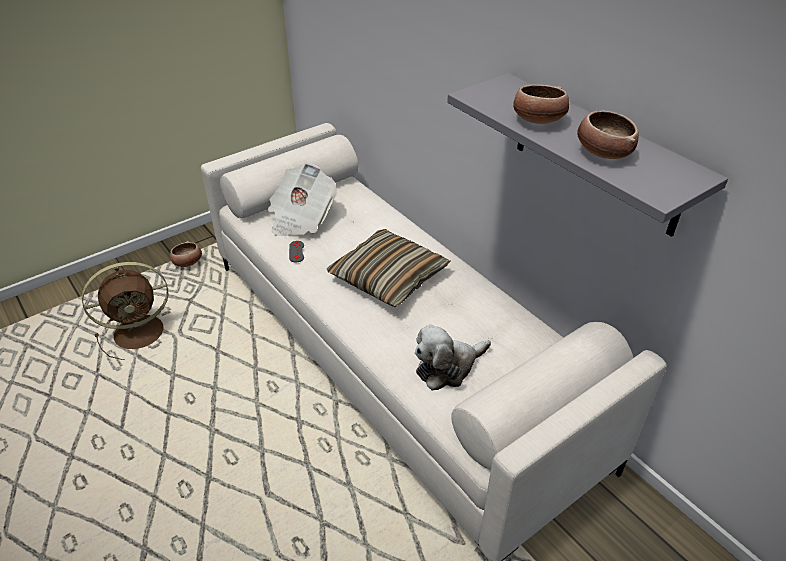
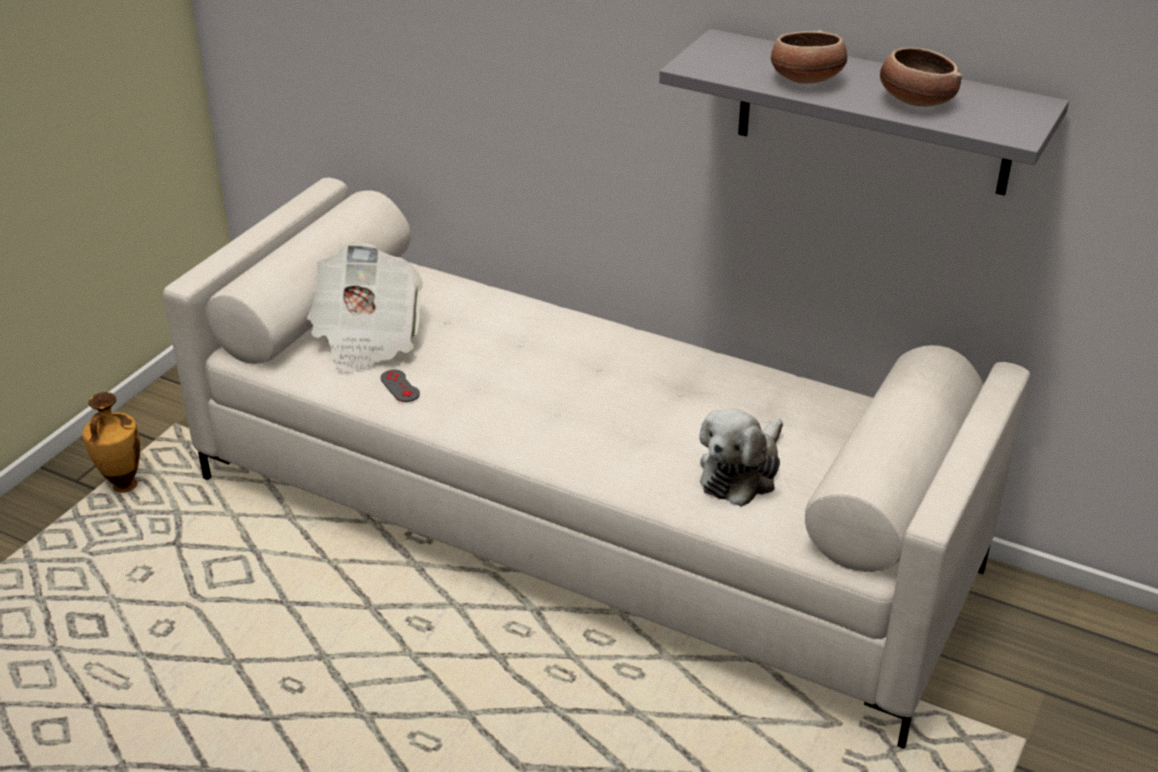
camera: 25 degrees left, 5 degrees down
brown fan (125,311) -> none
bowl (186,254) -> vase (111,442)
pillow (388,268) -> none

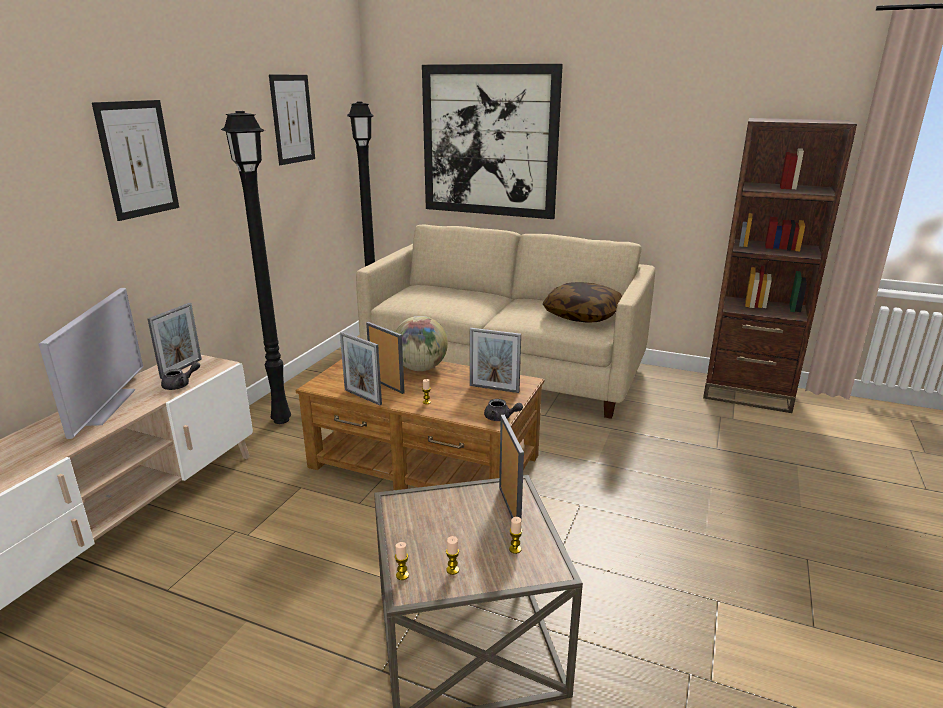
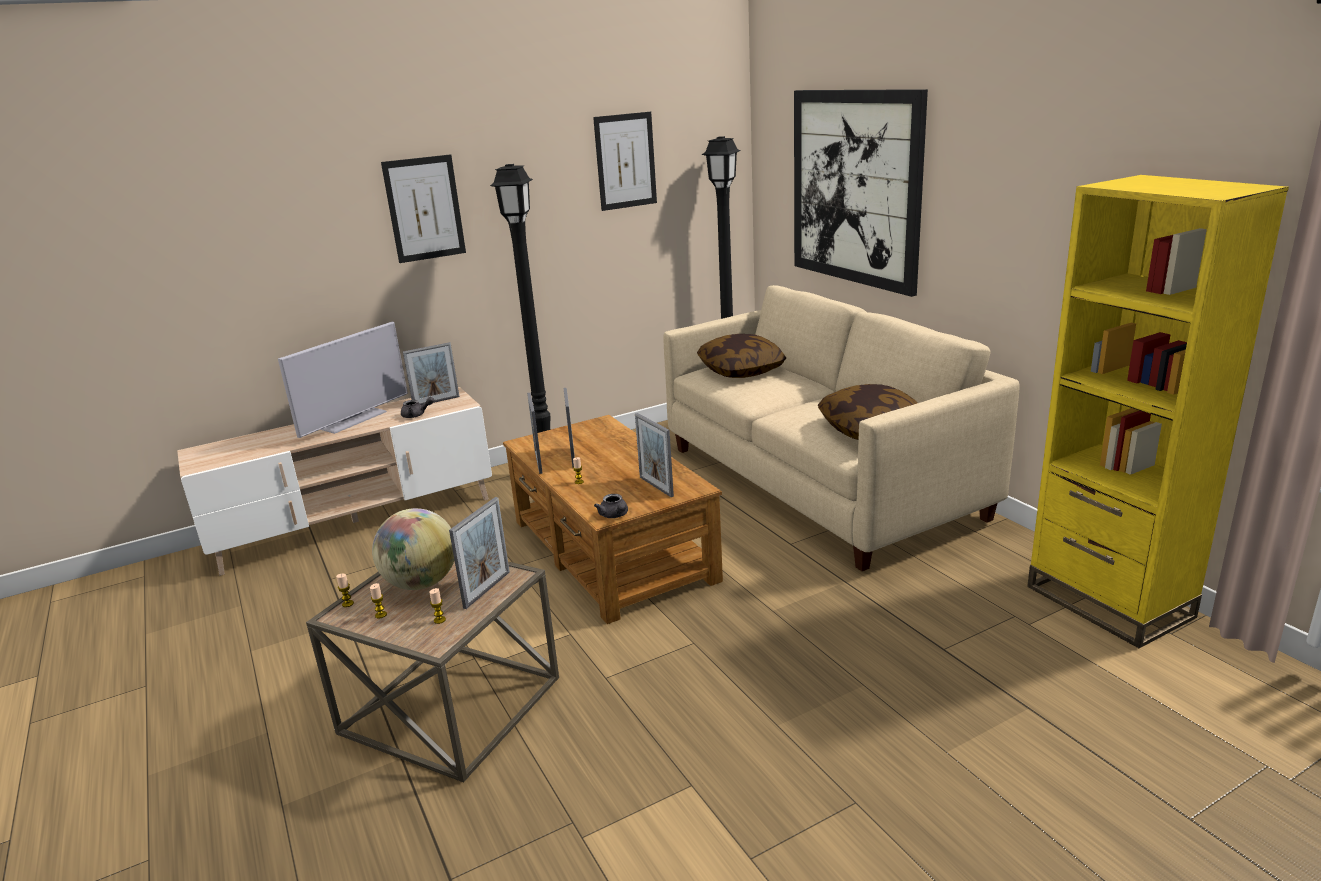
camera: 40 degrees right, 0 degrees up
globe (421,343) -> globe (413,549), move
brown bookcase (780,265) -> yellow bookcase (1158,411)
none -> pillow (741,356)

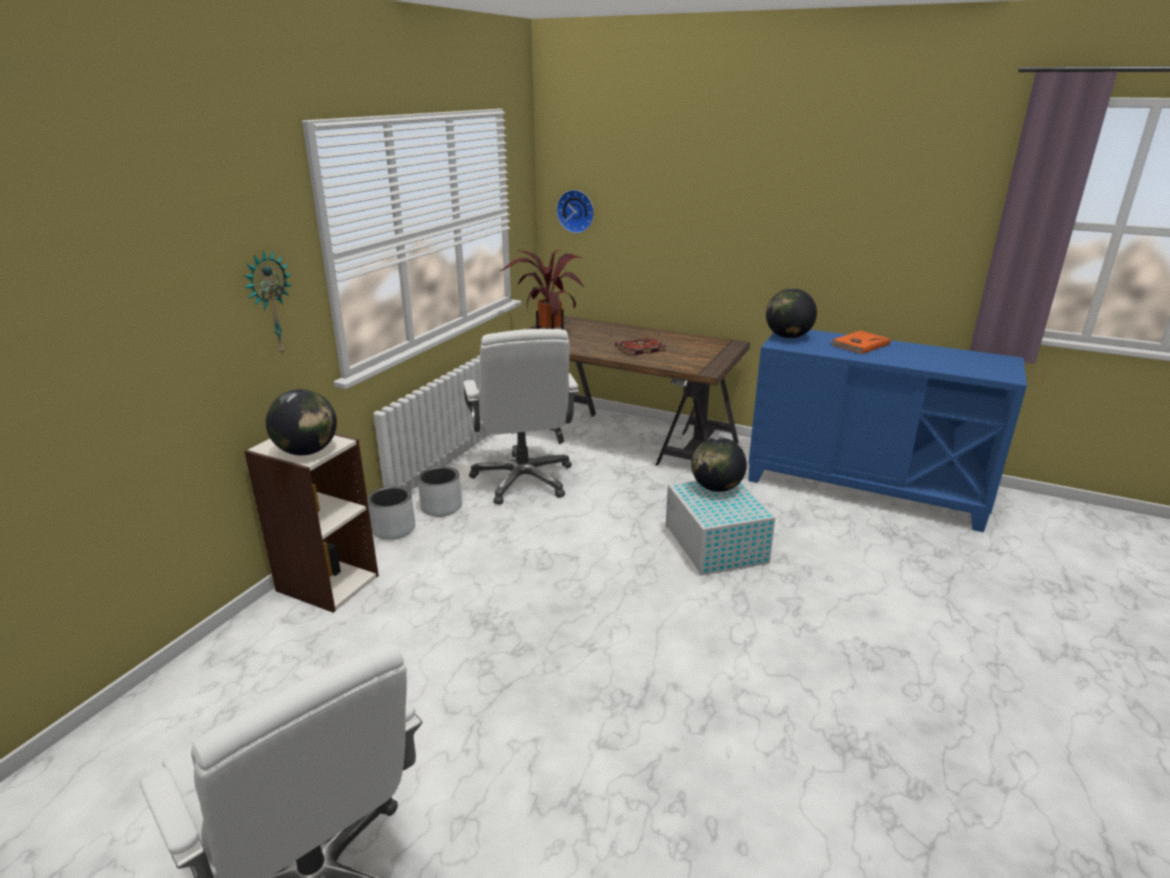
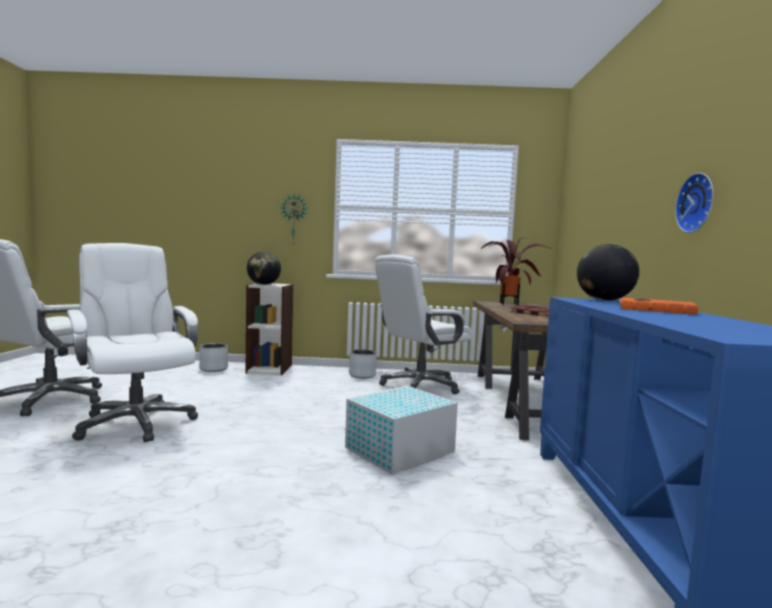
camera: 65 degrees right, 20 degrees down
grey planter (391,513) -> grey planter (213,357), move
wall clock (575,211) -> wall clock (694,203), move
globe (719,464) -> none
none -> white office chair (132,342)

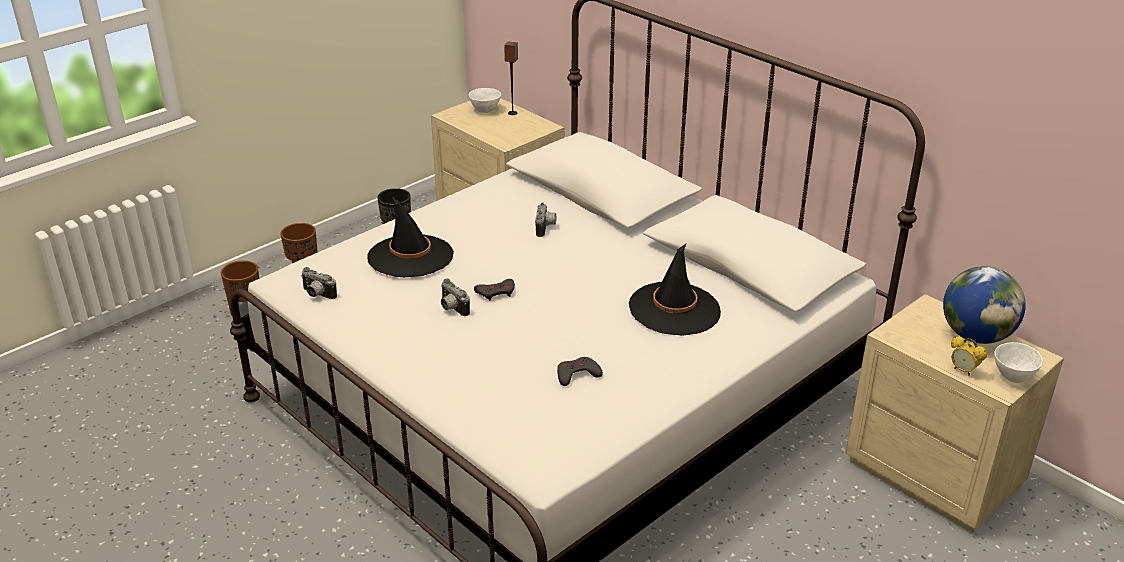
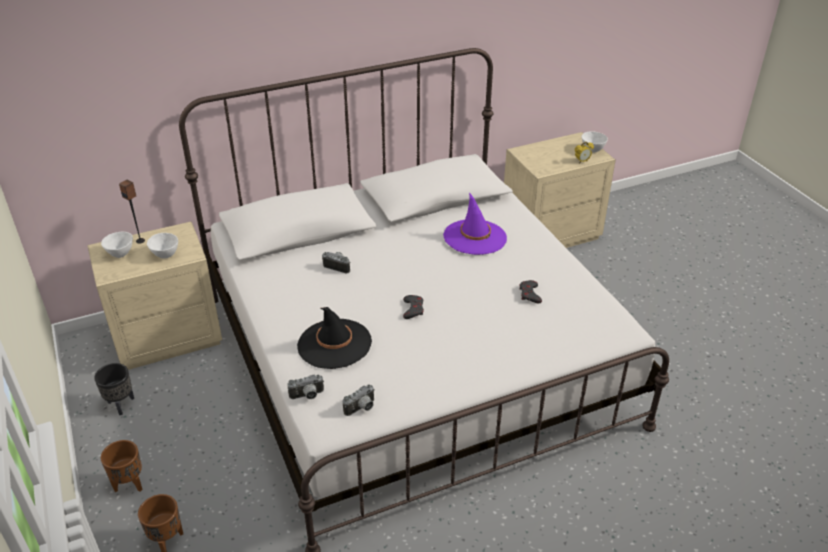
camera: 70 degrees left, 5 degrees up
photo camera (455,297) -> photo camera (305,387), move
black hat (675,289) -> purple hat (475,223)
globe (984,305) -> none
none -> white bowl (162,246)

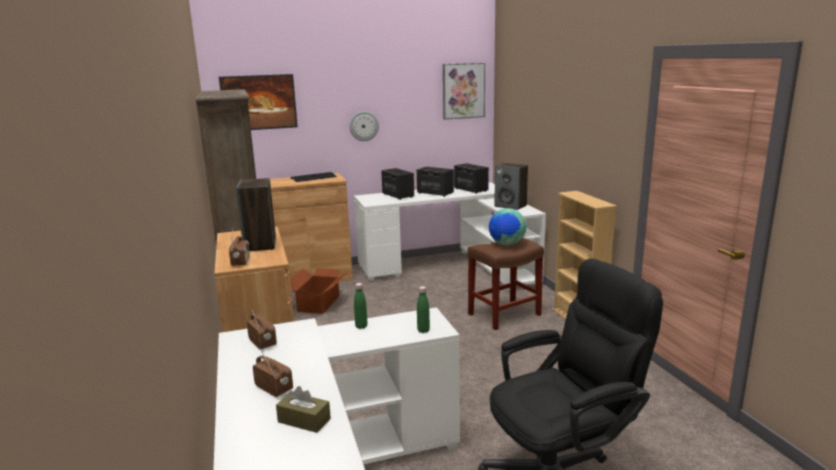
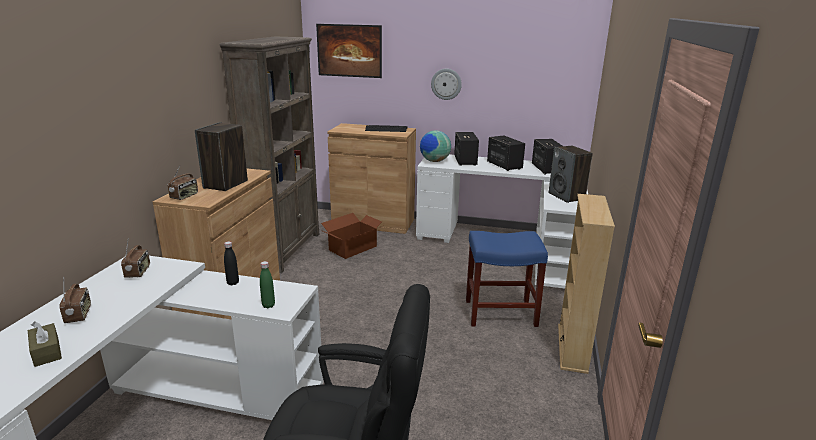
camera: 30 degrees right, 5 degrees up
green bottle (360,306) -> black bottle (231,263)
picture (464,91) -> none
brown stool (505,284) -> blue stool (507,279)
globe (507,226) -> globe (435,146), move

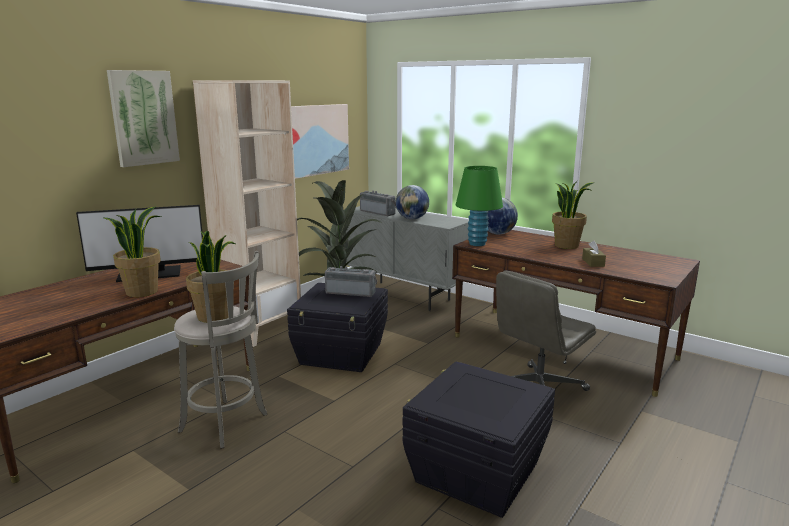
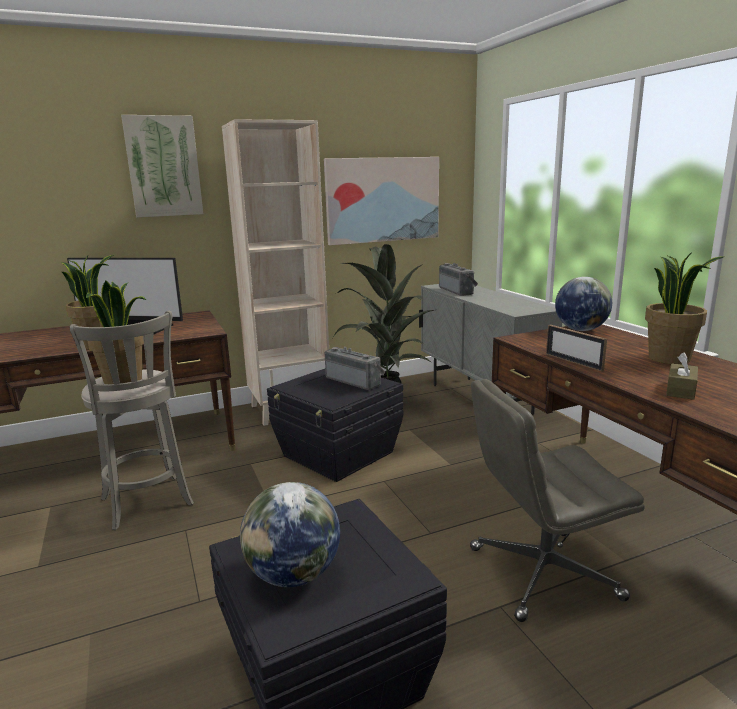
camera: 30 degrees right, 0 degrees up
globe (412,202) -> globe (290,534), move
green table lamp (479,206) -> none
none -> picture frame (576,348)

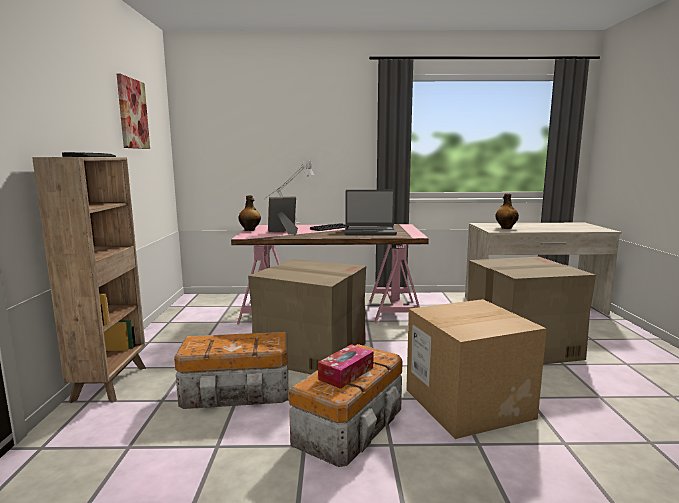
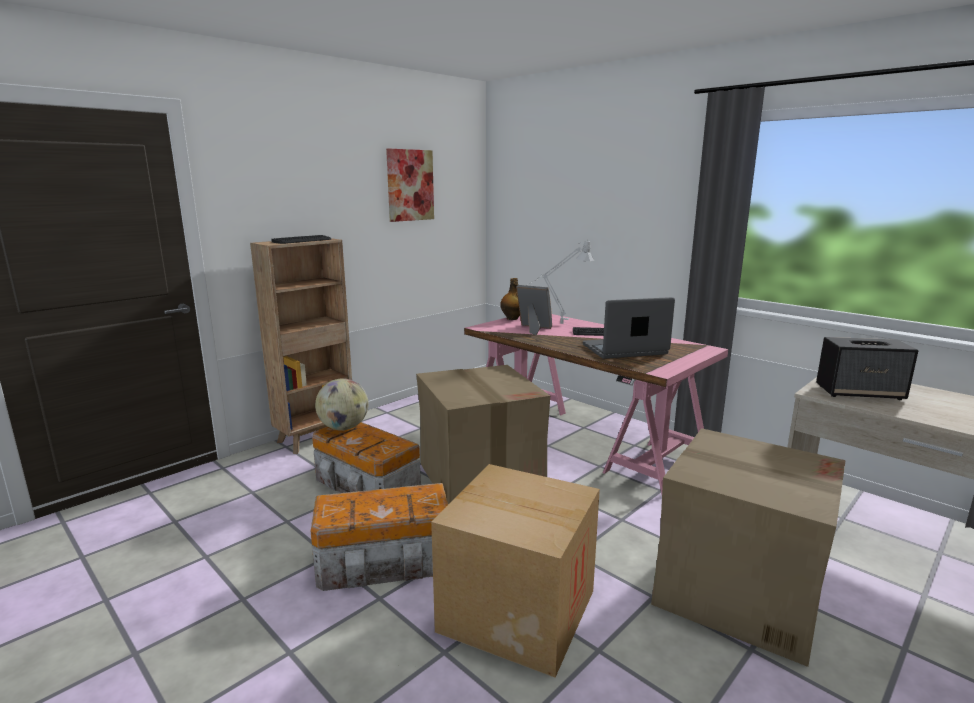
camera: 45 degrees right, 5 degrees up
tissue box (345,366) -> none
laptop (370,212) -> laptop (629,328), 120 degrees clockwise
bottle (507,211) -> speaker (867,368)
none -> globe (342,404)

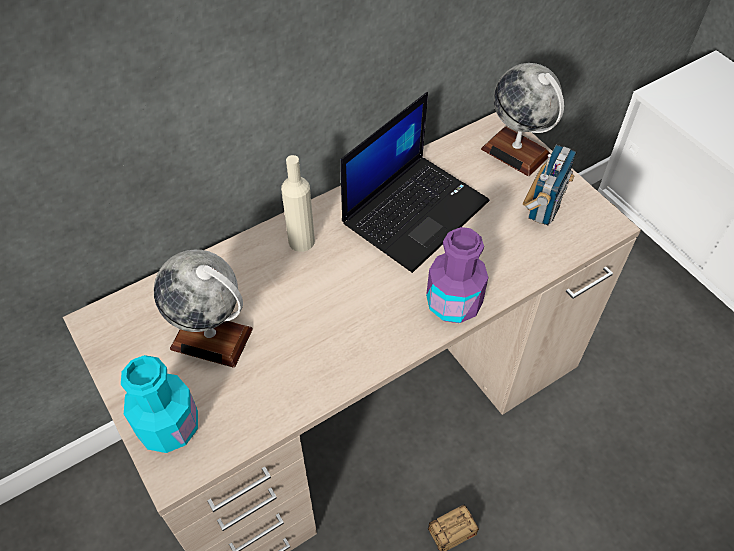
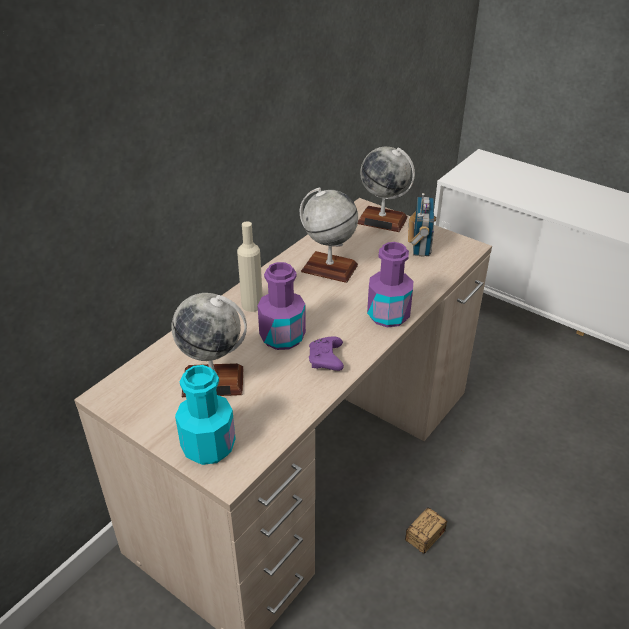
camera: 20 degrees left, 15 degrees down
laptop (414,182) -> globe (329,235)
none -> purple bottle (282,306)
none -> purple game controller (326,353)

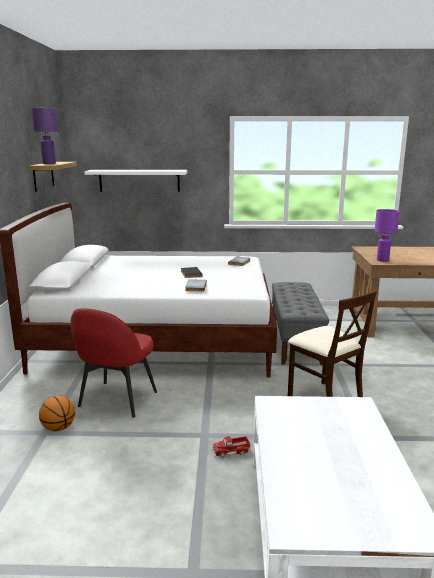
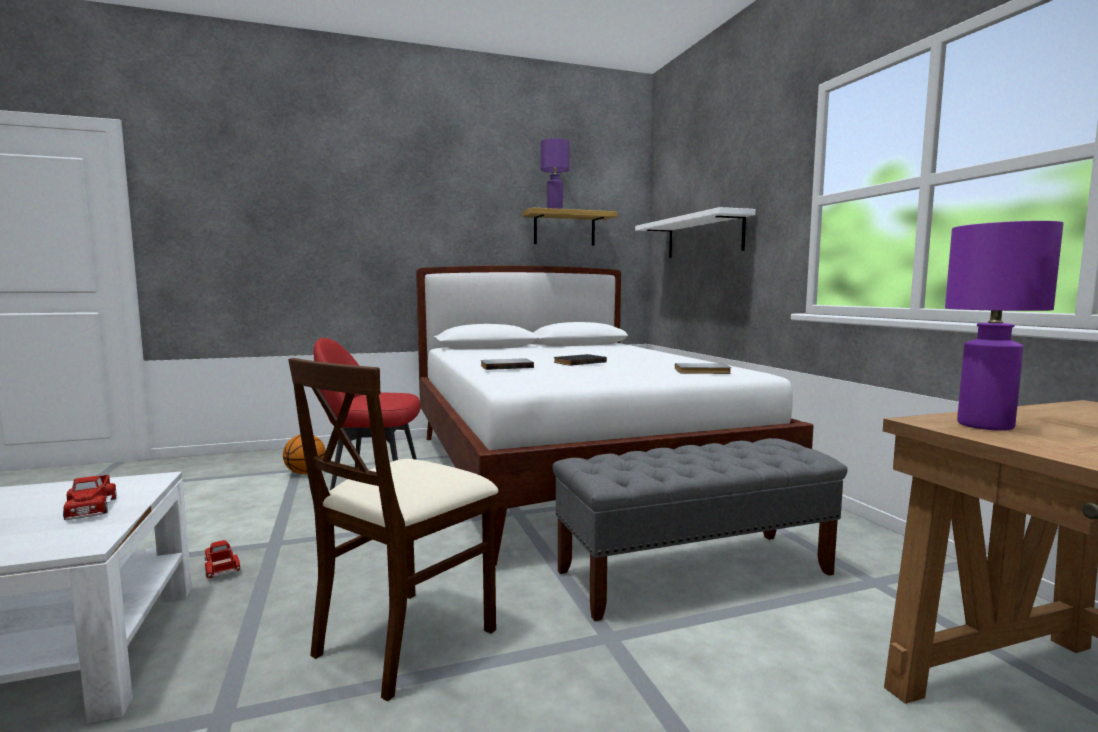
camera: 70 degrees right, 10 degrees down
none -> toy truck (90,497)

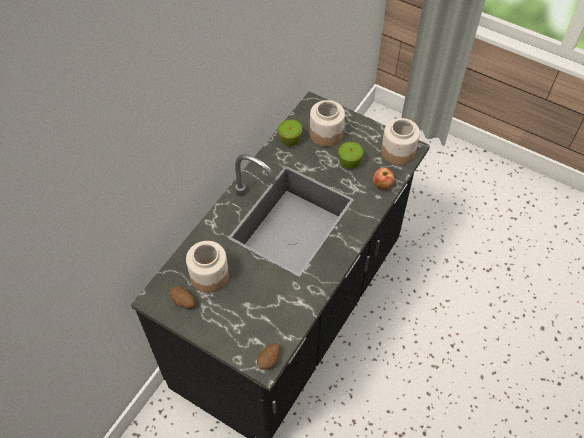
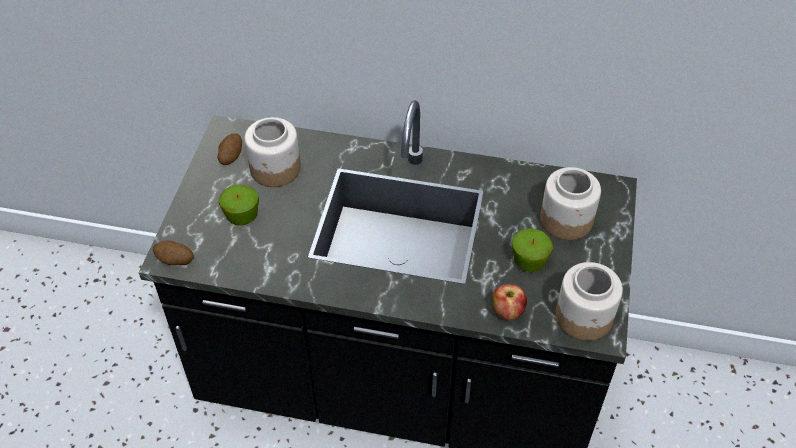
camera: 70 degrees right, 5 degrees down
apple (290,133) -> apple (239,205), move

